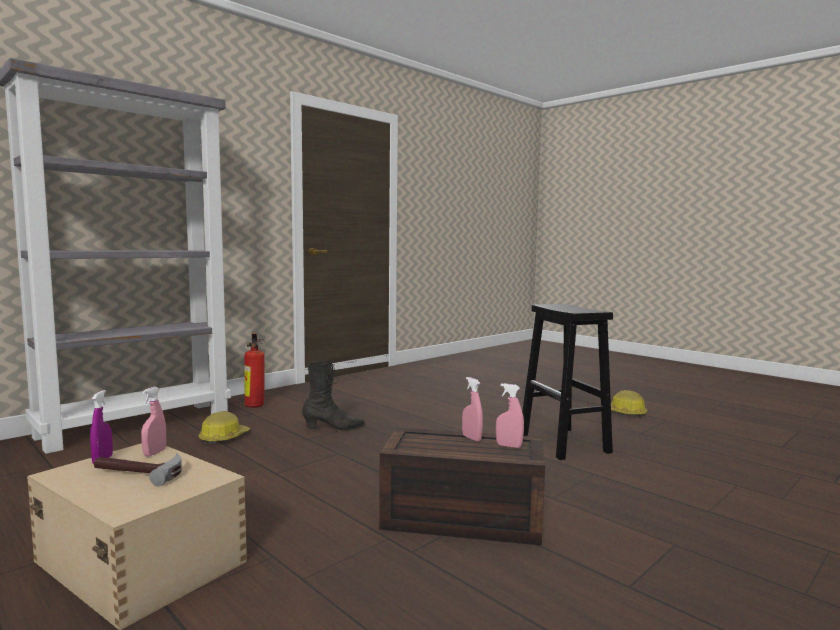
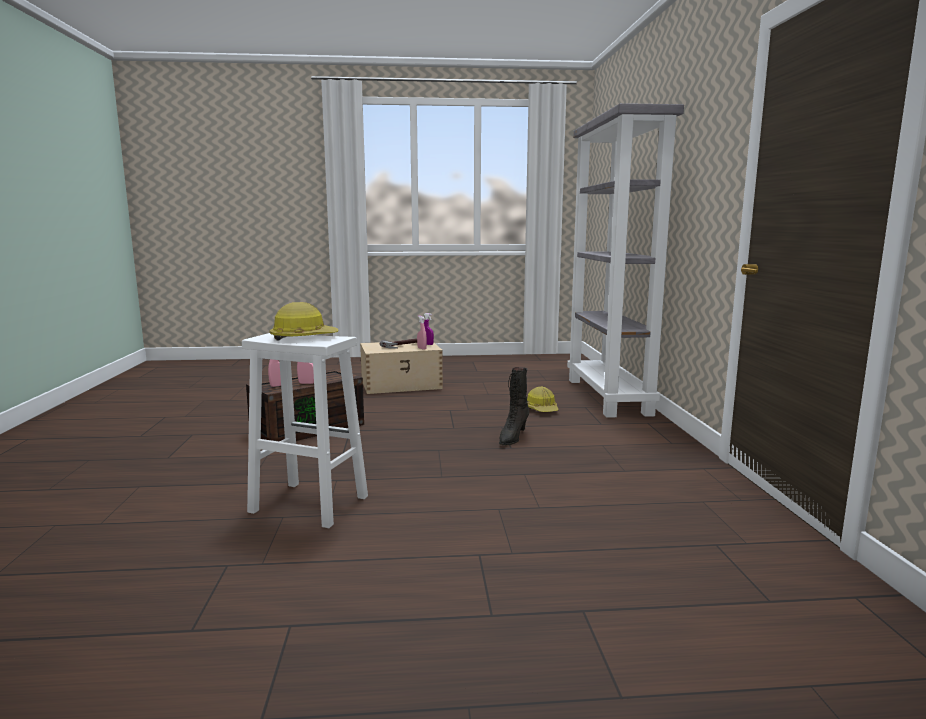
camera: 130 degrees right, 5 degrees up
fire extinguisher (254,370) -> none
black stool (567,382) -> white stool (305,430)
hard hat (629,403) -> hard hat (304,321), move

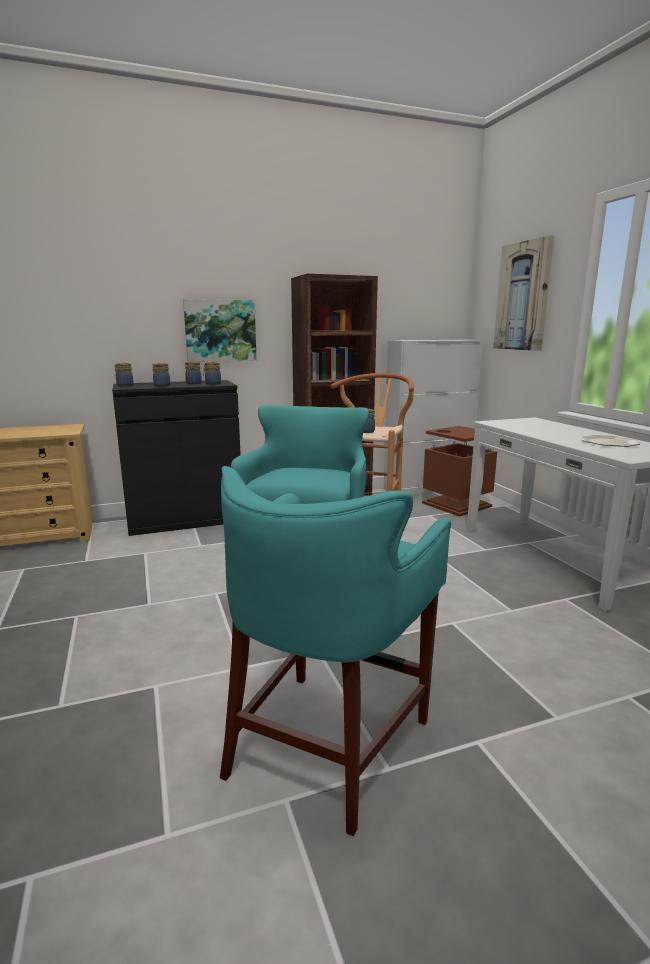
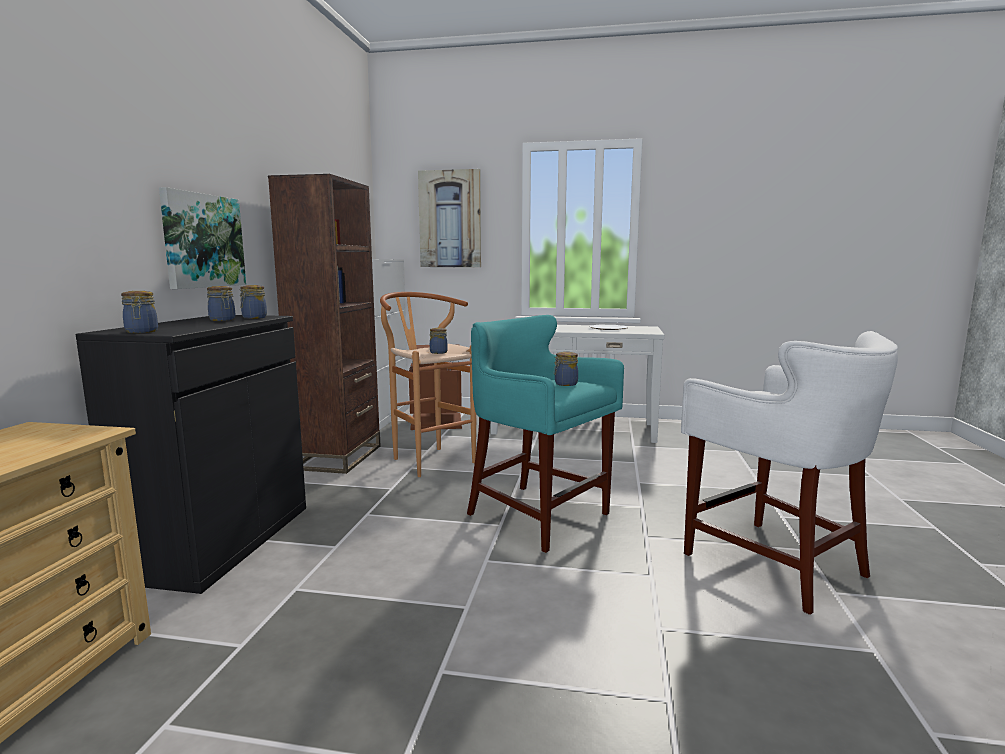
camera: 60 degrees left, 5 degrees down
jar (161,375) -> jar (566,369), move
turquoise stool (335,651) -> white stool (789,473)

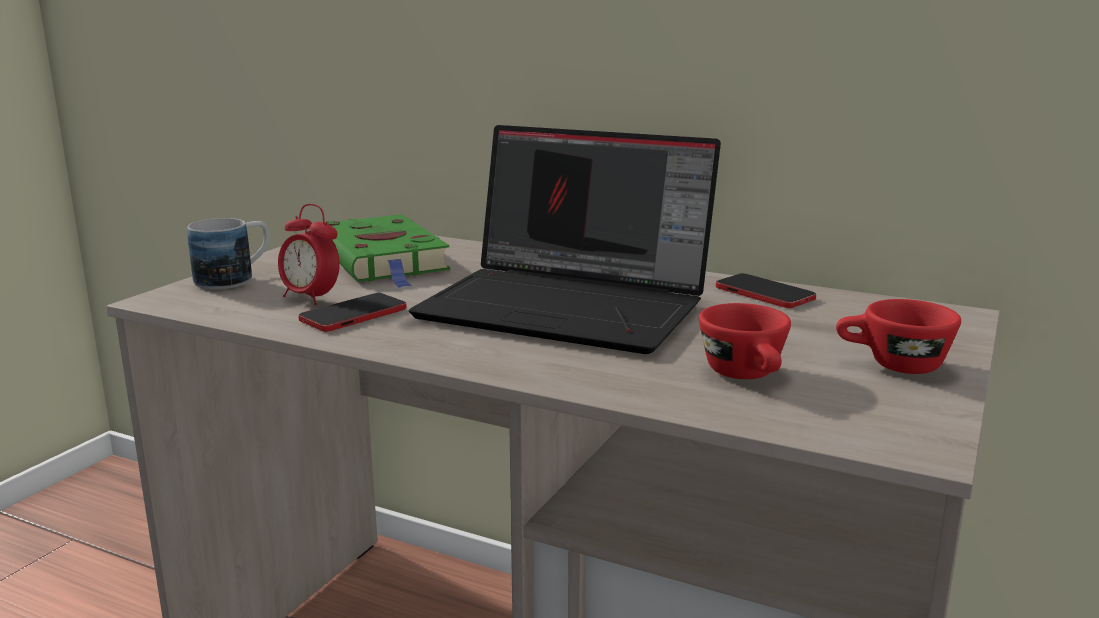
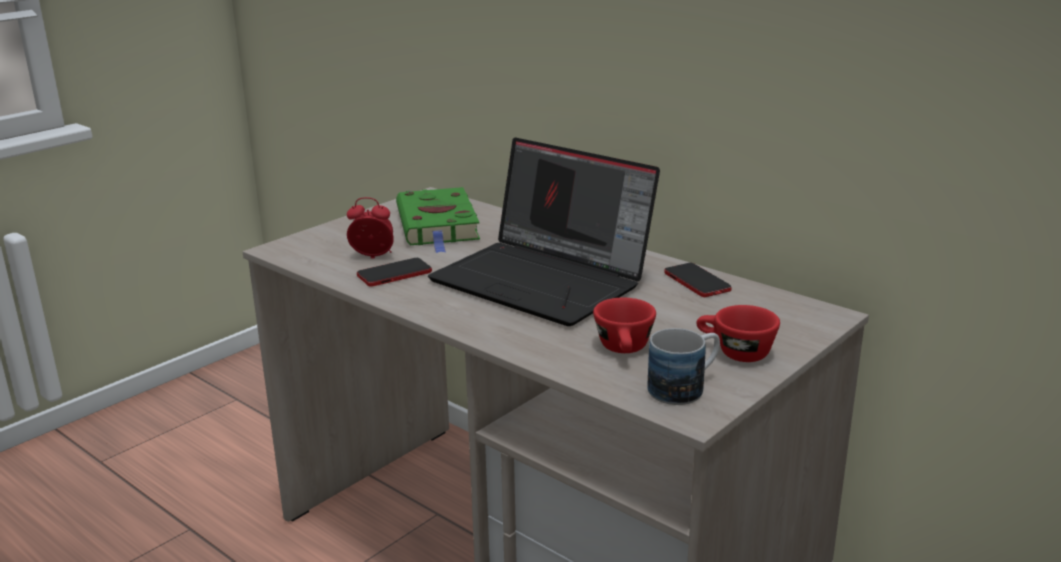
camera: 15 degrees right, 5 degrees up
mug (228,253) -> mug (683,366), move
alarm clock (309,254) -> alarm clock (370,228), 135 degrees clockwise

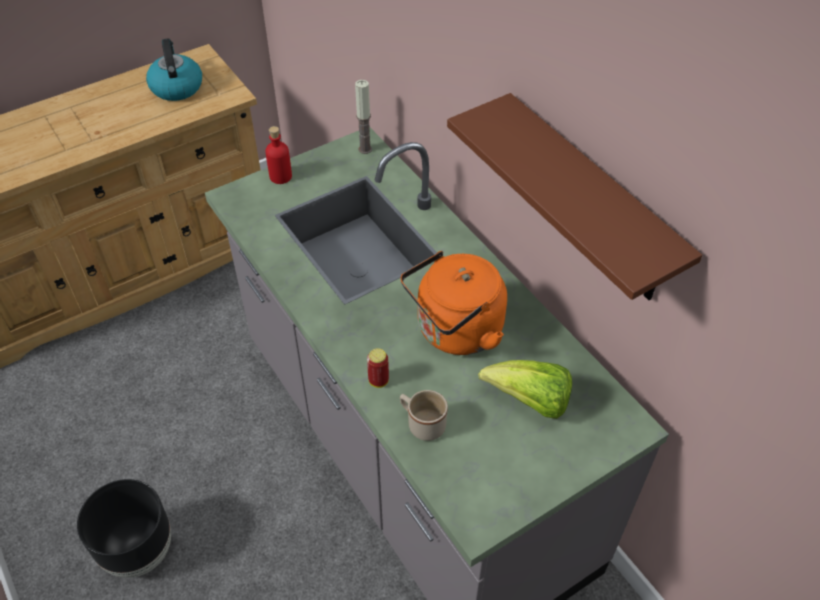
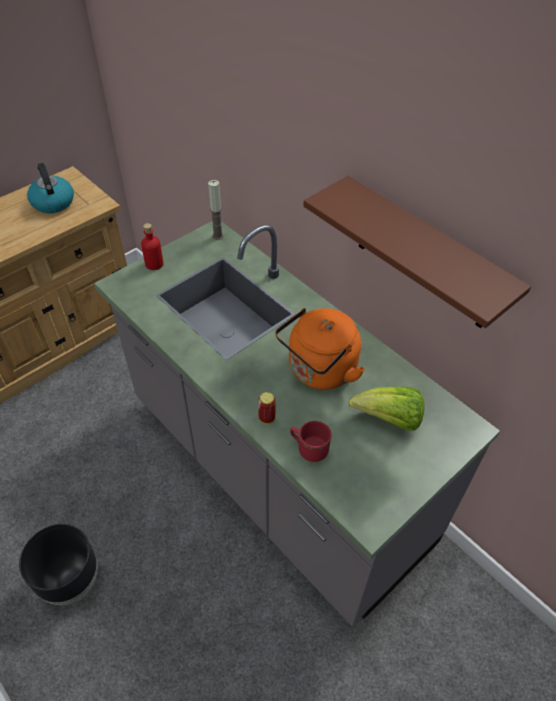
camera: 10 degrees left, 0 degrees up
beige mug (424,415) -> red mug (310,441)

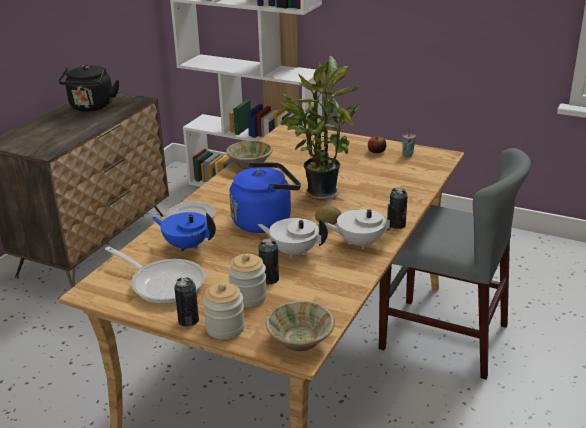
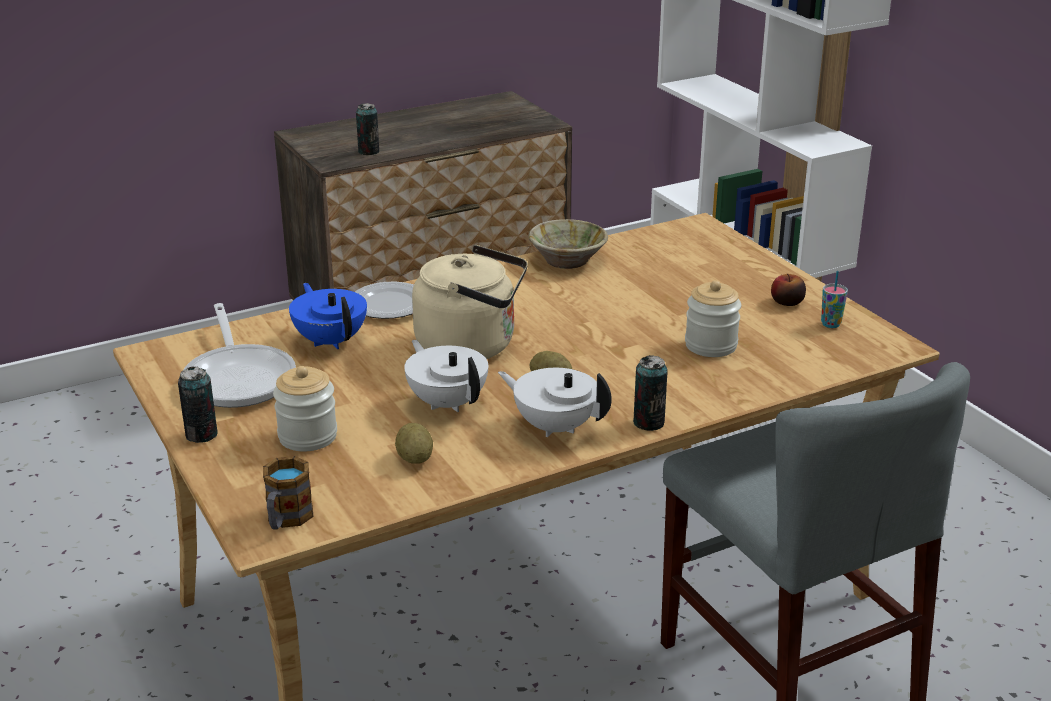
camera: 35 degrees right, 0 degrees up
black kettle (88,88) -> none
jar (224,310) -> jar (713,318), move
blue kettle (265,197) -> beige kettle (470,302)
can (269,261) -> can (367,129), move
beige bowl (300,326) -> mug (288,493)
potted plant (320,127) -> none
none -> potato (414,443)

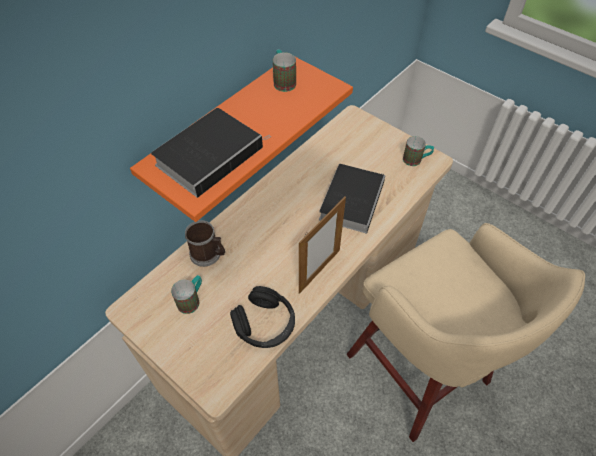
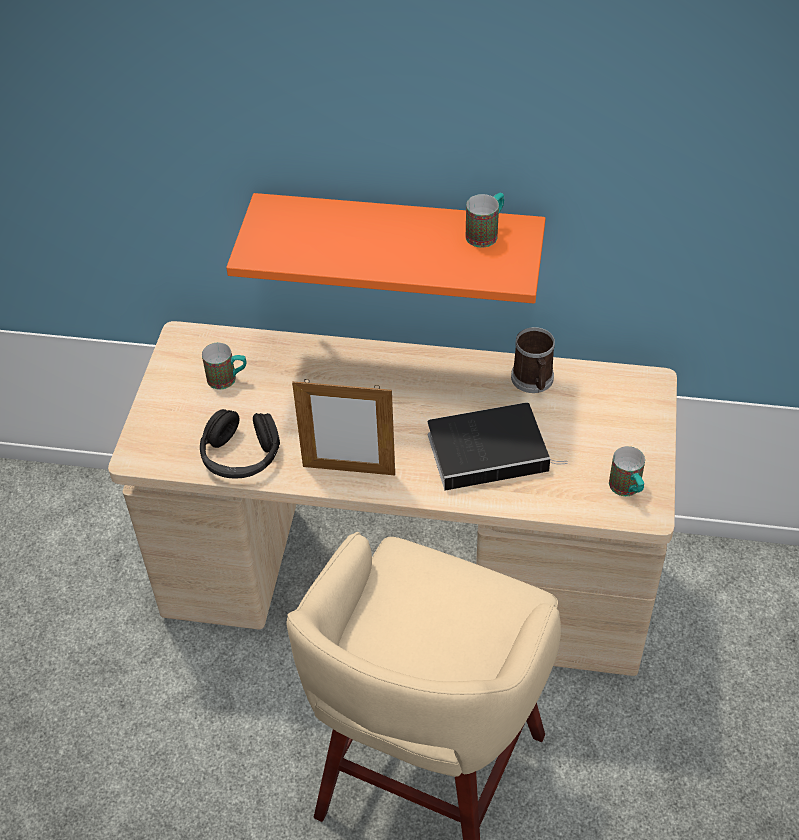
camera: 60 degrees right, 5 degrees down
book (211,153) -> none
mug (205,243) -> mug (533,360), move

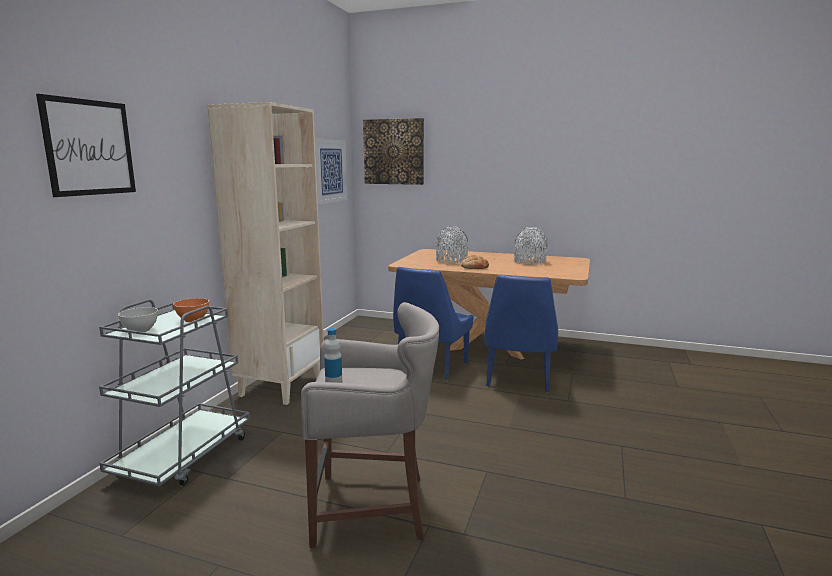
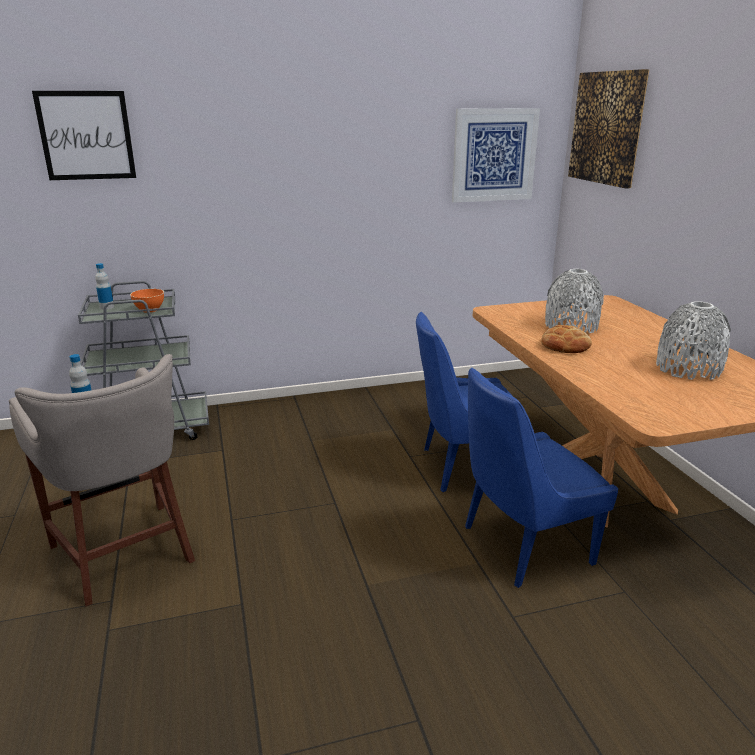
camera: 55 degrees right, 10 degrees up
grey bowl (138,319) -> bottle (104,286)
beige bookcase (266,253) -> none

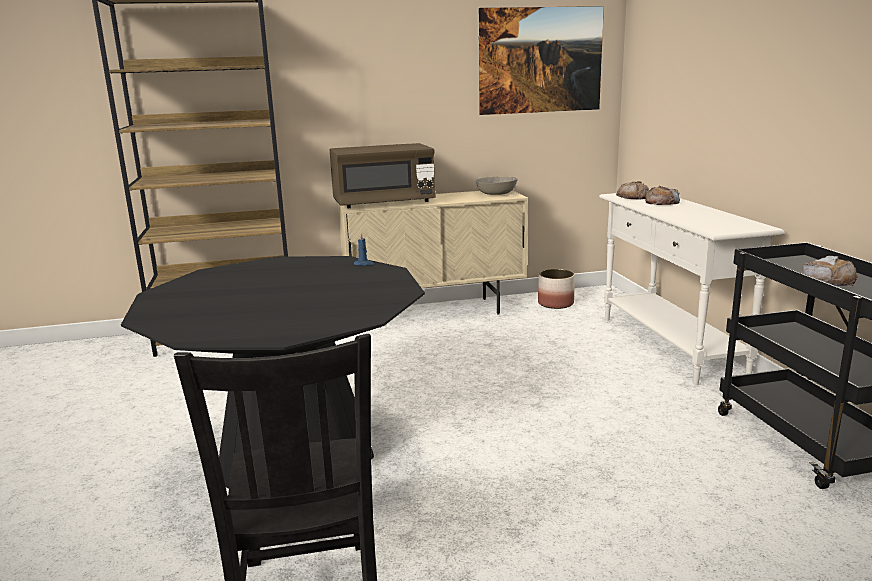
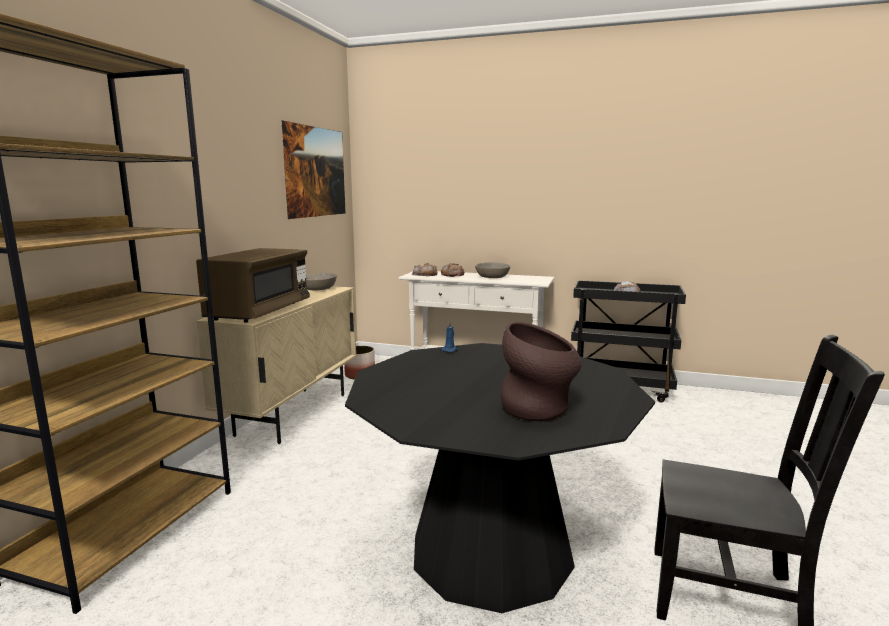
camera: 60 degrees left, 5 degrees down
none -> grey bowl (493,270)
none -> brown vase (541,371)

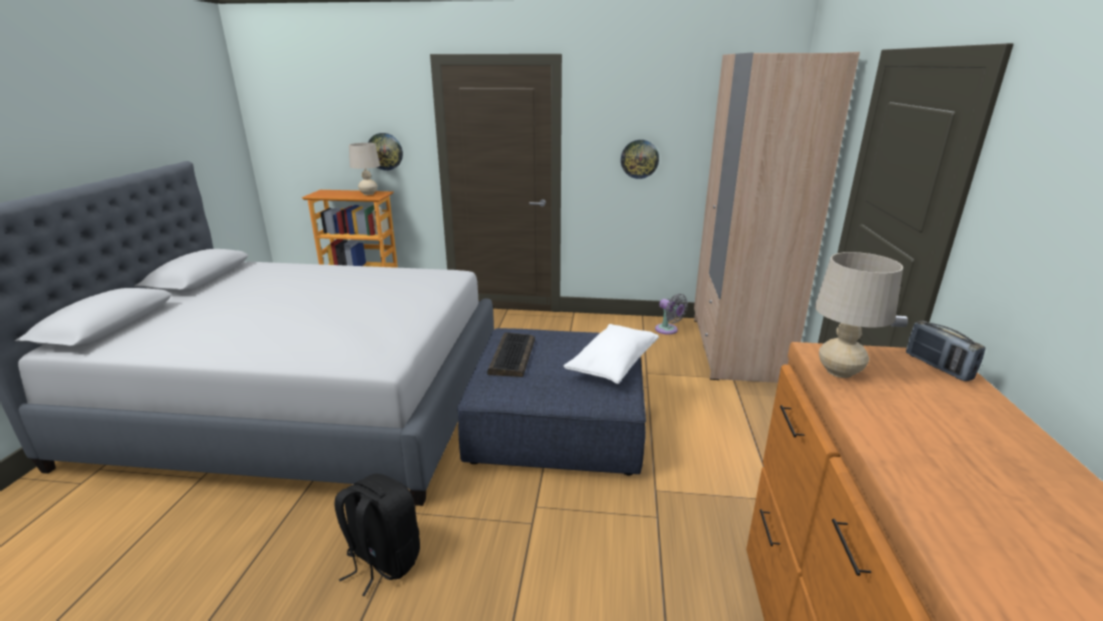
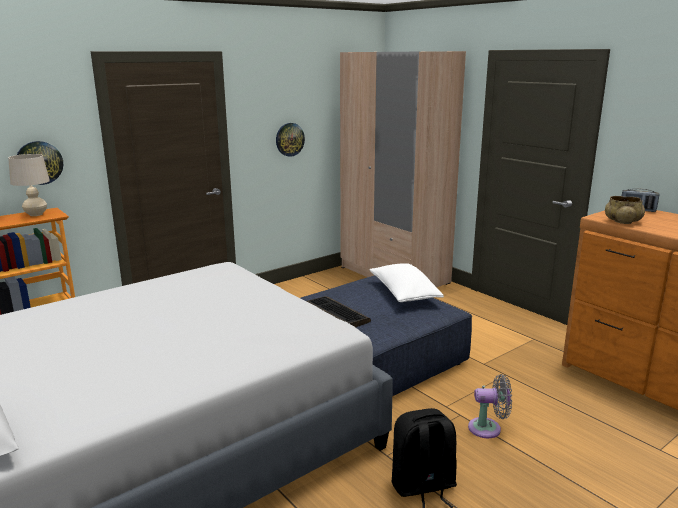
camera: 45 degrees left, 5 degrees down
grey fan (671,314) -> grey fan (490,406), move
beige table lamp (859,315) -> beige bowl (625,210)

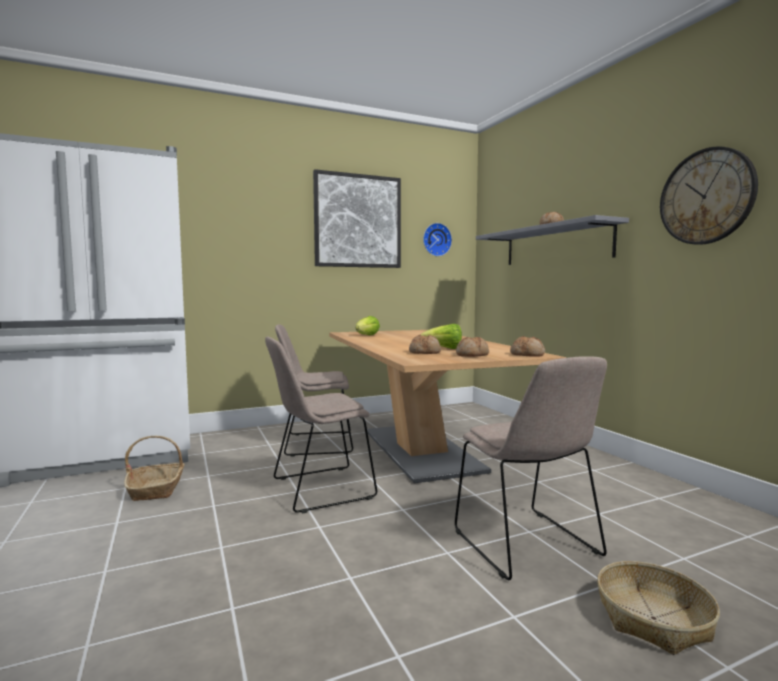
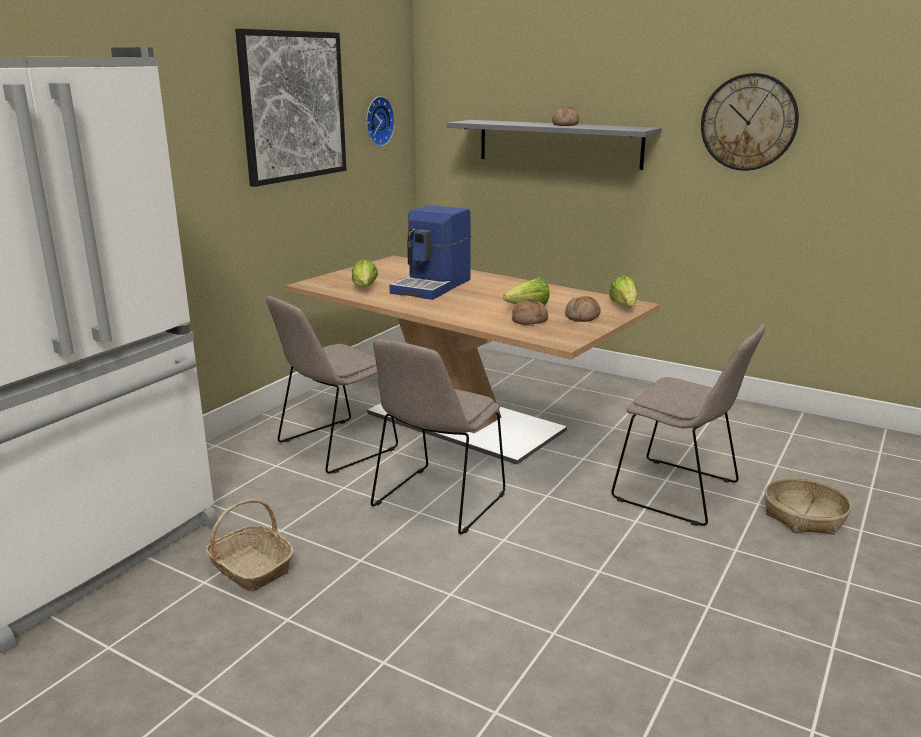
camera: 35 degrees left, 15 degrees up
bread (527,346) -> lettuce (623,291)
none -> coffee machine (430,252)

